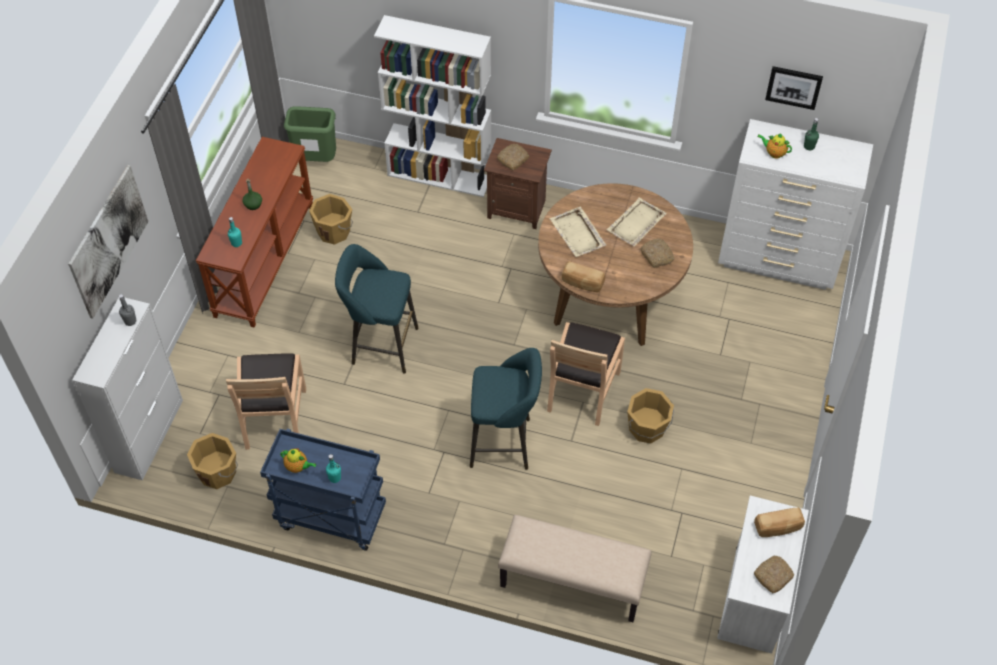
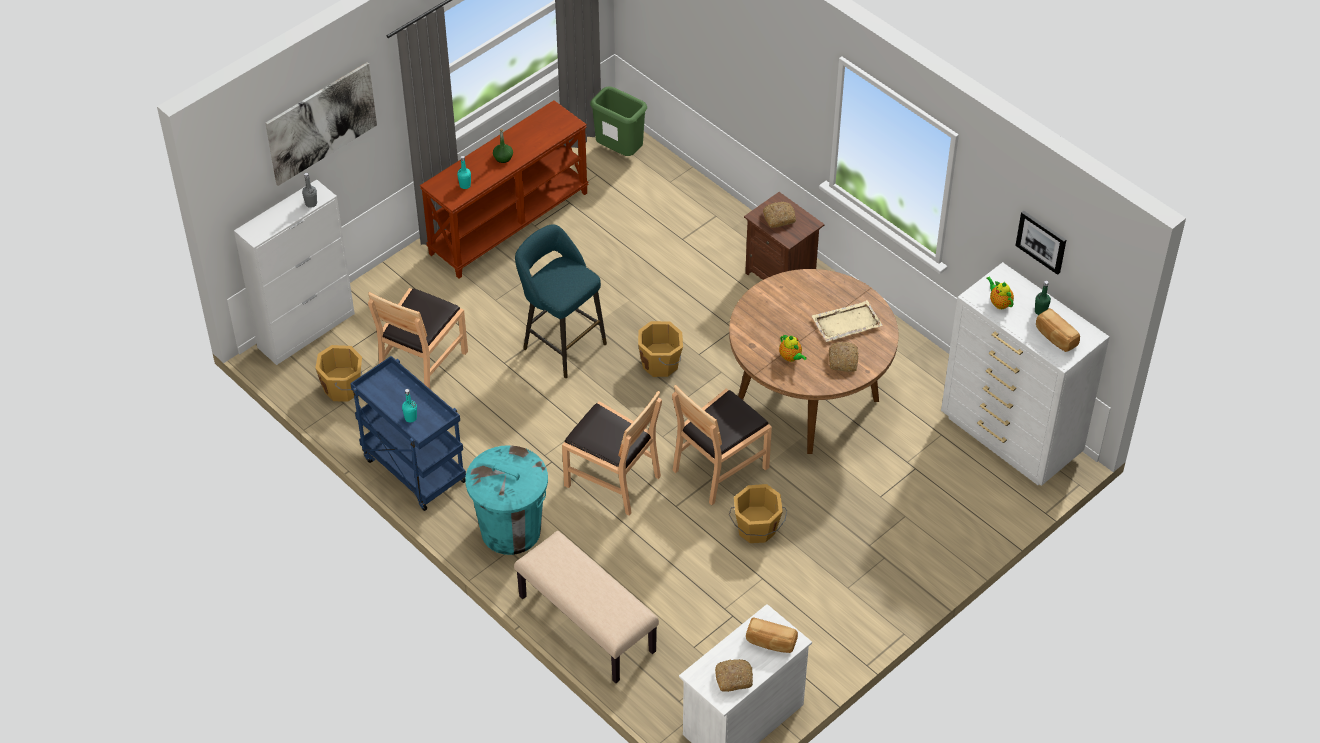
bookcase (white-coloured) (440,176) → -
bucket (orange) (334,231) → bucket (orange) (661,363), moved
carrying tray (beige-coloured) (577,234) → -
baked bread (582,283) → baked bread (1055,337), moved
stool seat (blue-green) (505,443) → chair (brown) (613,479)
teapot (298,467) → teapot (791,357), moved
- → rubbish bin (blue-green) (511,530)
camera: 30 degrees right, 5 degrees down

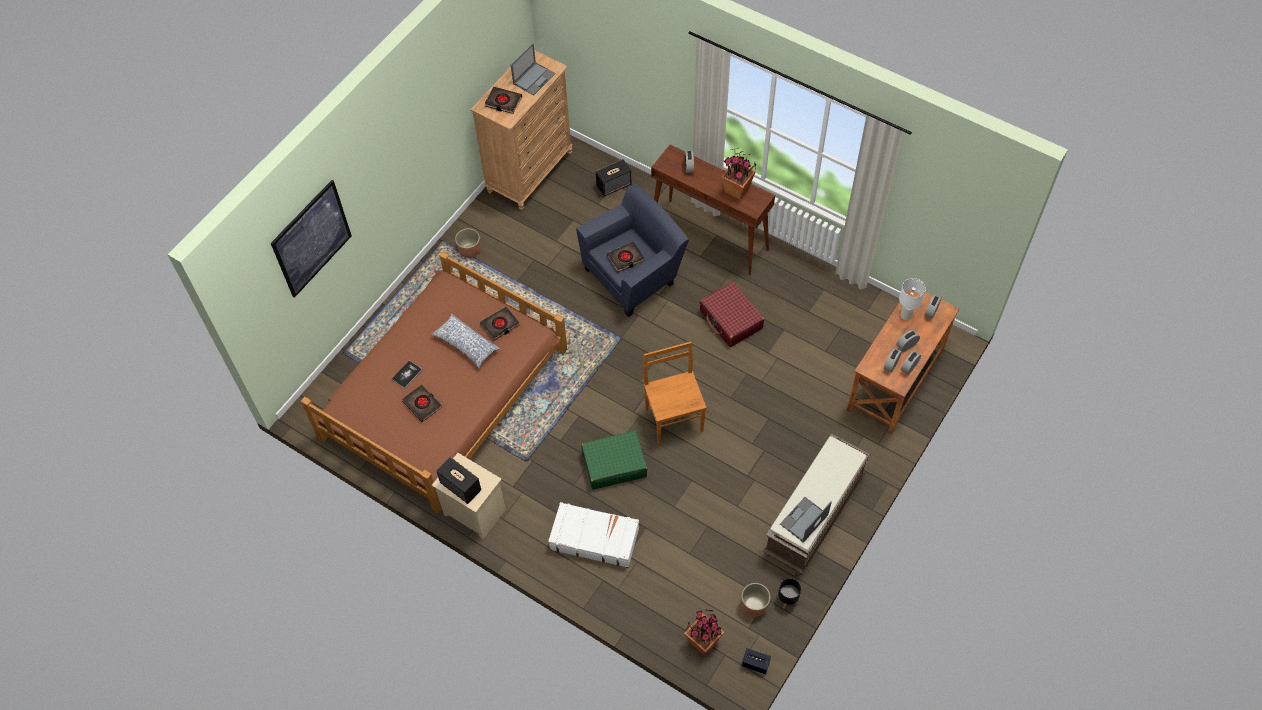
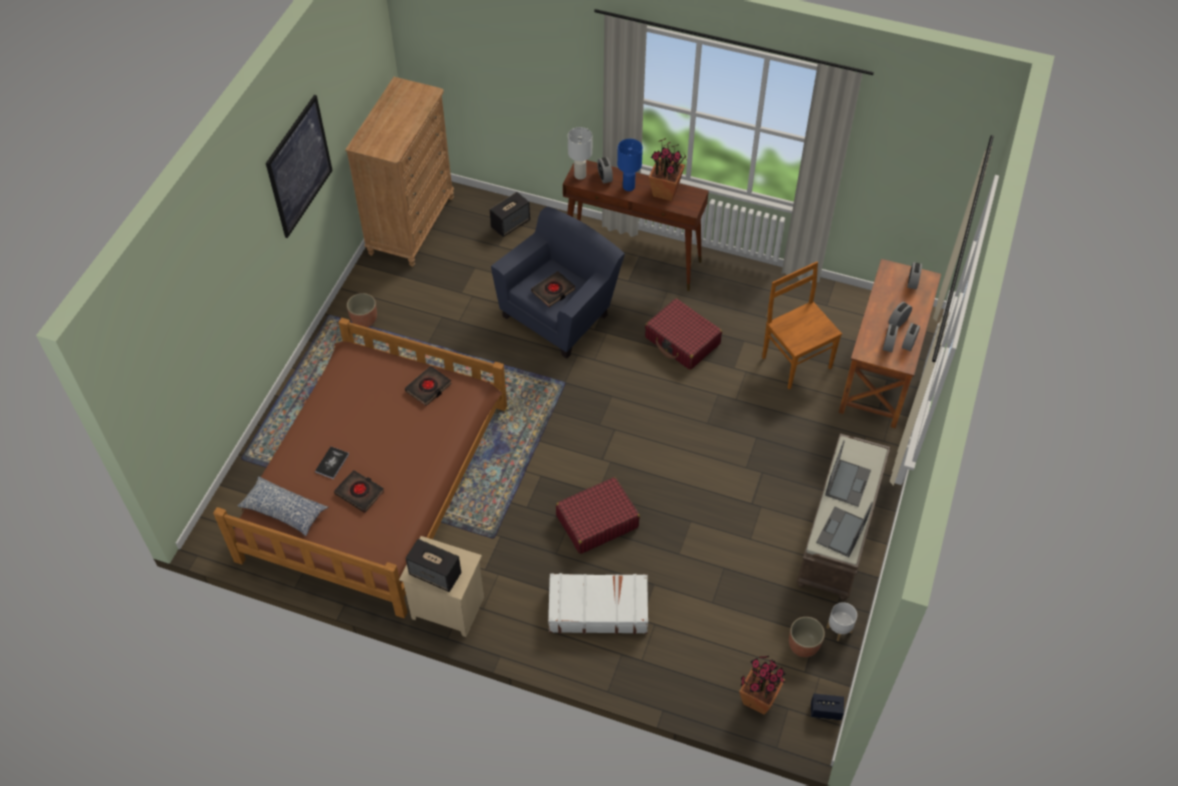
portable computer (534,78) → portable computer (847,482), moved
volume (black-coloured) (503,102) → -
wall picture (311,238) → wall picture (299,166), moved
tabletop lamp (white-coloured) (905,315) → tabletop lamp (white-coloured) (580,175), moved
throw pillow (466,345) → throw pillow (284,511), moved
chair (brown) (673,418) → chair (brown) (795,361), moved
piece of luggage (greenish) (614,464) → piece of luggage (red) (596,521)
flower pot (black-coloured) (788,599) → flower pot (white-coloured) (839,630)
- → tabletop lamp (bluish) (629,187)
camera: 15 degrees left, 5 degrees down

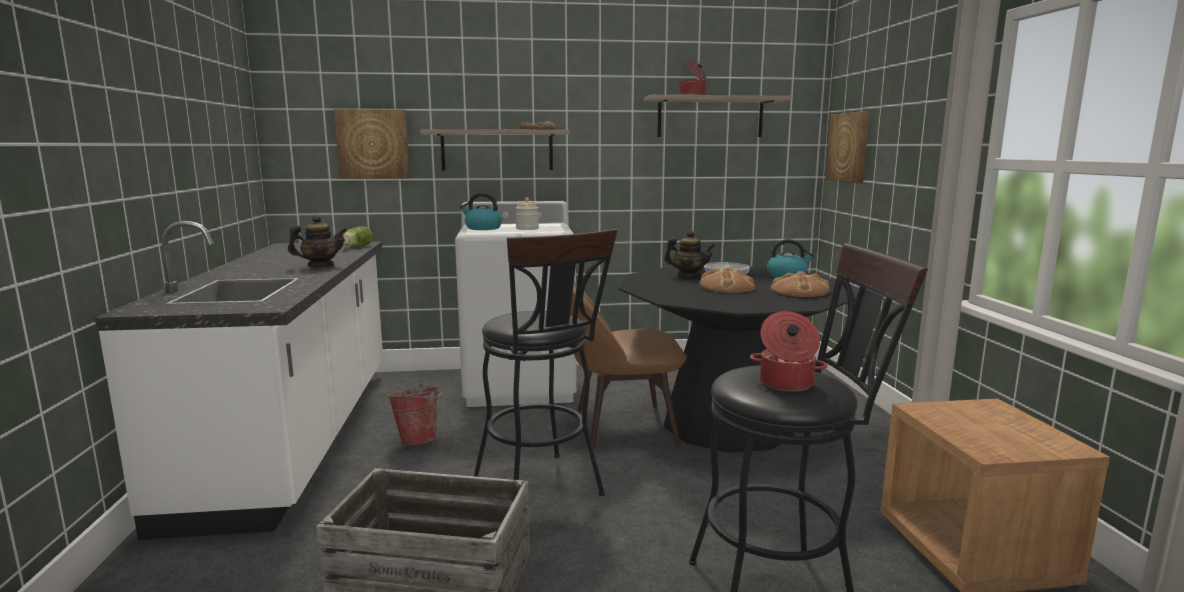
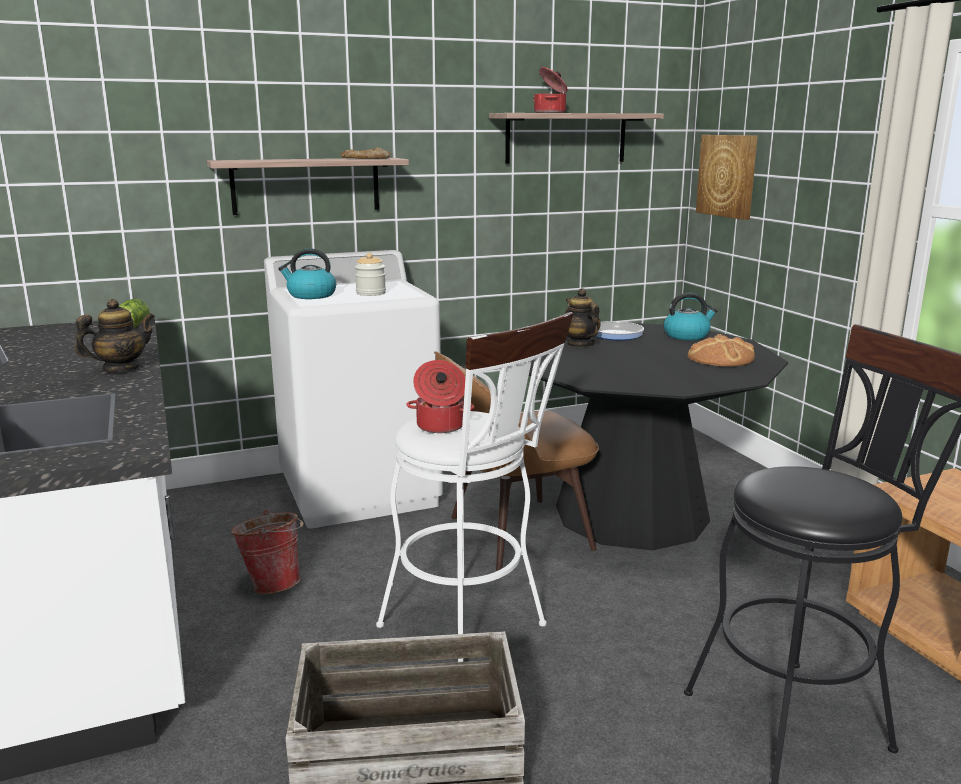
wall picture (373,144) → -
stool seat (black-coloured) (543,491) → stool seat (white-coloured) (472,630)
teapot (688,276) → teapot (579,344), 120 degrees counterclockwise
baked bread (727,287) → -
stockpot (786,384) → stockpot (440,426), moved
camera: 15 degrees left, 5 degrees up

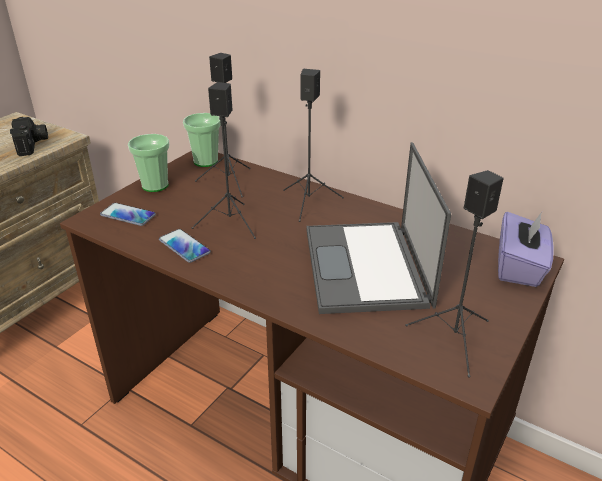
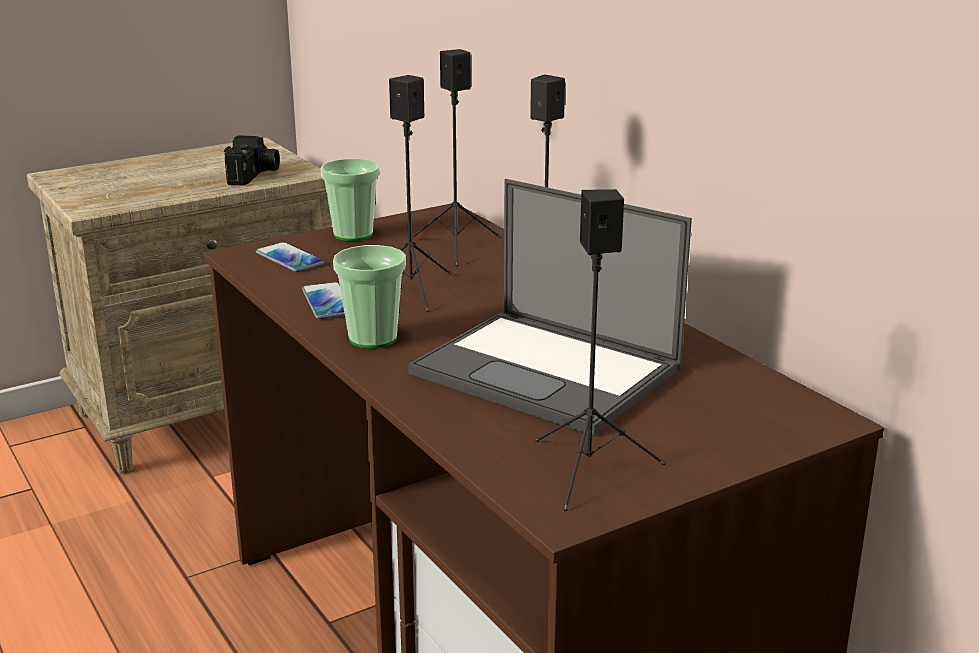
small cup (205,161) → small cup (373,338), moved
portable computer (367,267) → portable computer (549,372), 75 degrees counterclockwise
tissue holder (purplish) (519,267) → -
camera: 25 degrees right, 10 degrees down

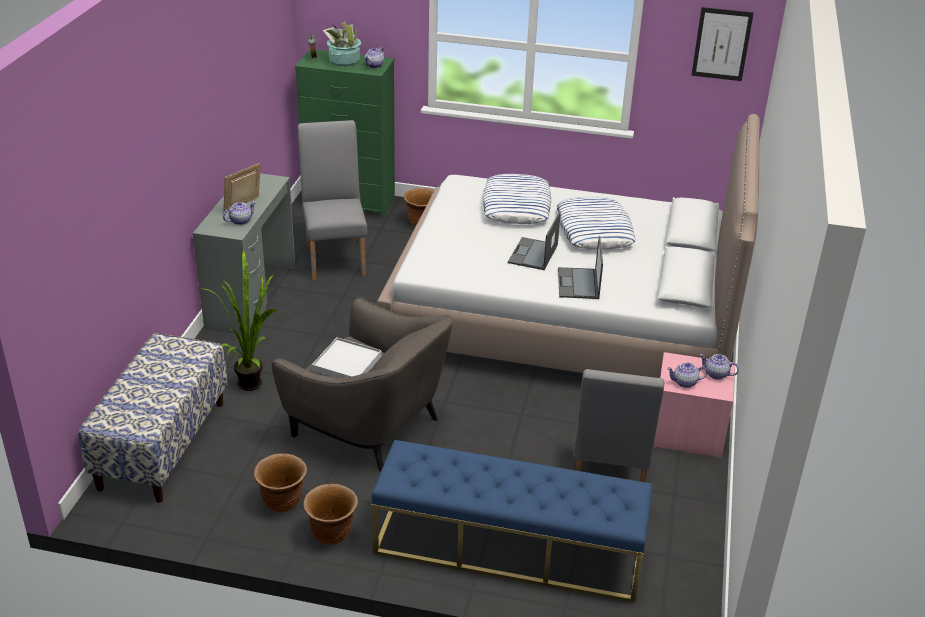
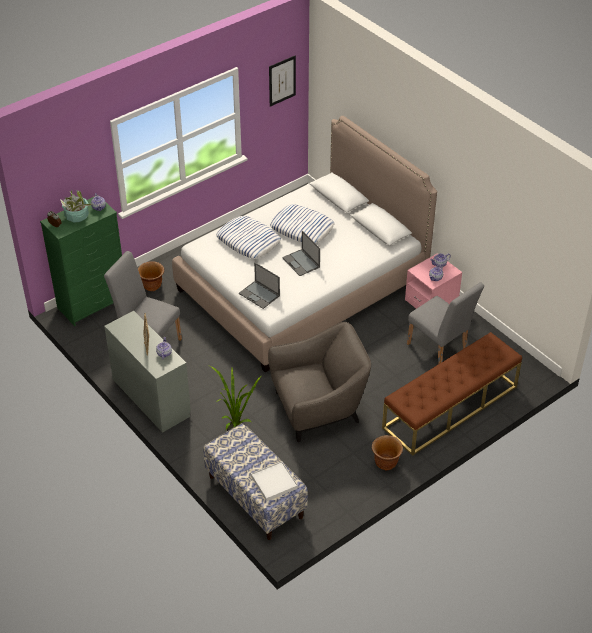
portable computer (578,284) → portable computer (259,295), moved
carrying tray (white-coloured) (347,363) → carrying tray (white-coloured) (274,482), moved
bench (bluish) (508,548) → bench (brown) (450,407)
flower pot (brown) (282,502) → -
camera: 50 degrees left, 10 degrees up

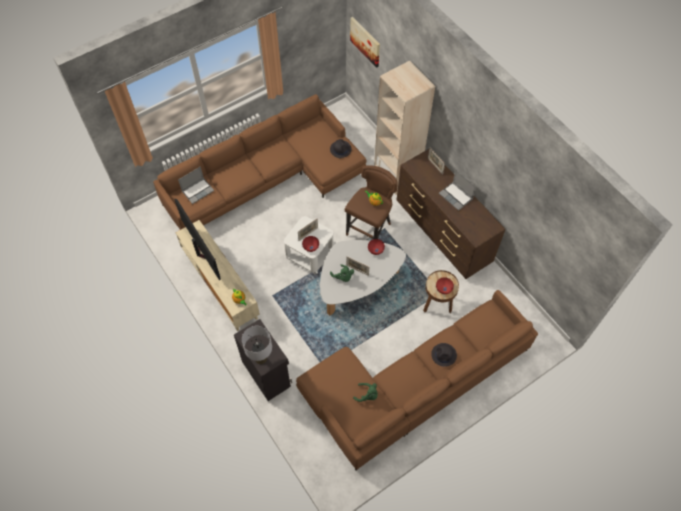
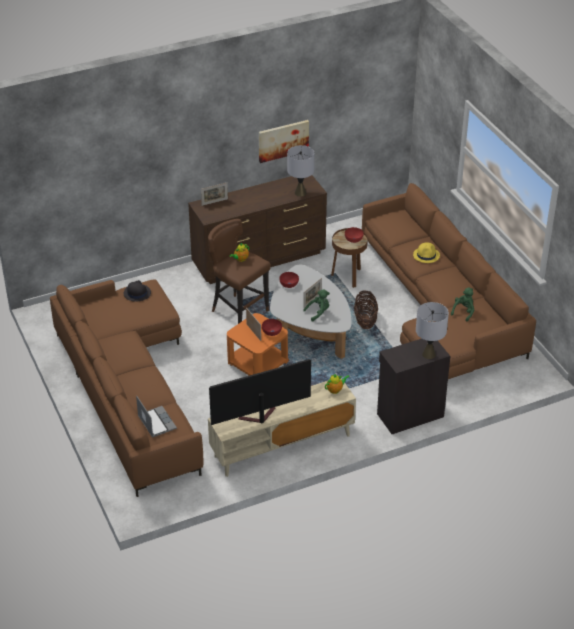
wall picture (365,41) → wall picture (283,140), moved
bookcase (beige-coloured) (397,177) → -
portable computer (456,196) → -
accent table (white-coloured) (309,254) → accent table (orange) (257,364)
wearable hat (black-coloured) (444,355) → wearable hat (yellowish) (426,255)
- → tabletop lamp (greyish) (300,193)
- → household basket (365,321)
camera: 80 degrees left, 20 degrees down

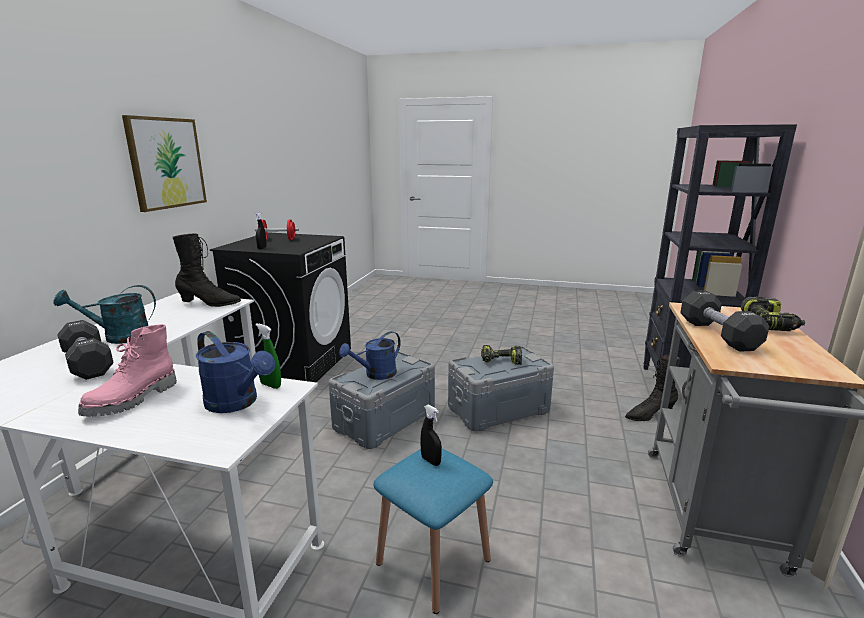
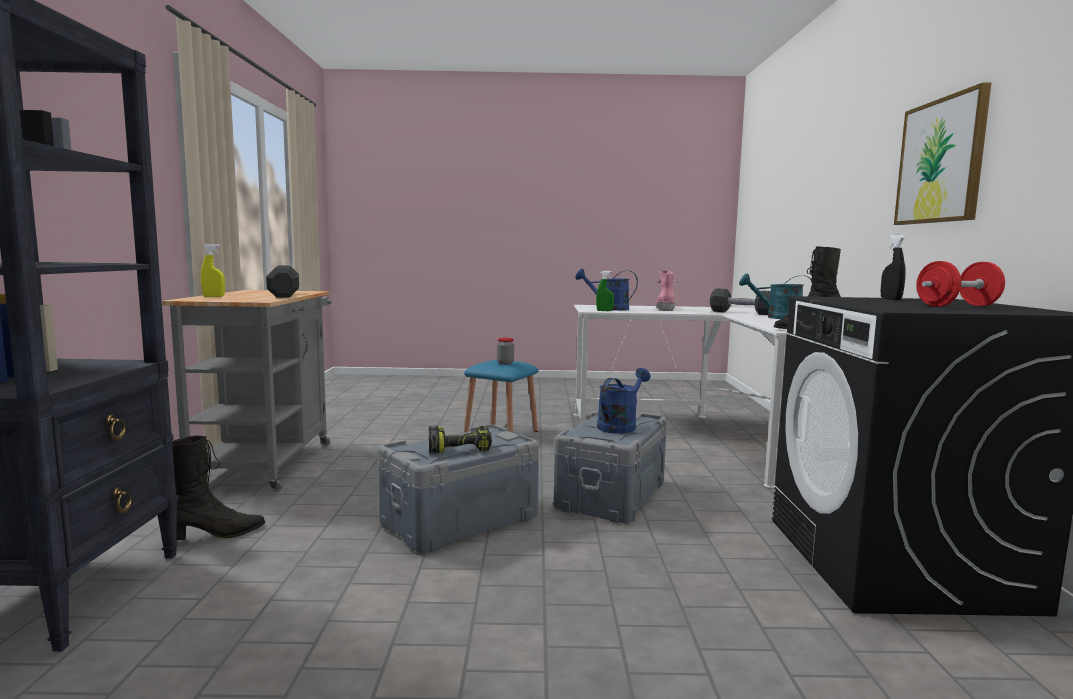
watering can (blue-green) (119,337) → watering can (blue-green) (777,317), 135 degrees counterclockwise
power drill (769,324) → hand sprayer (yellowish) (213,296)
hand sprayer (black-coloured) (430,461) → storage jar (505,363)
camera: 165 degrees right, 10 degrees down

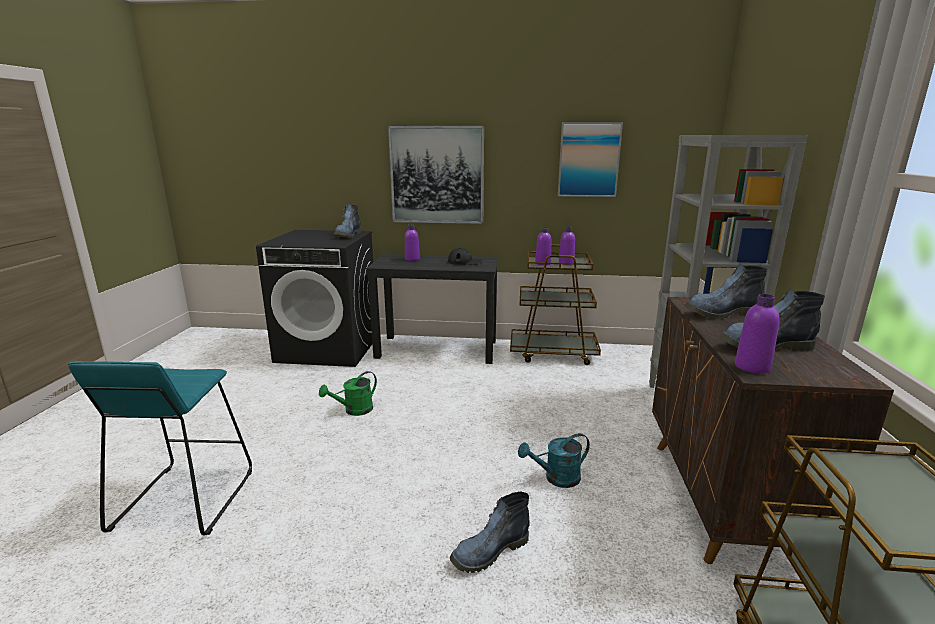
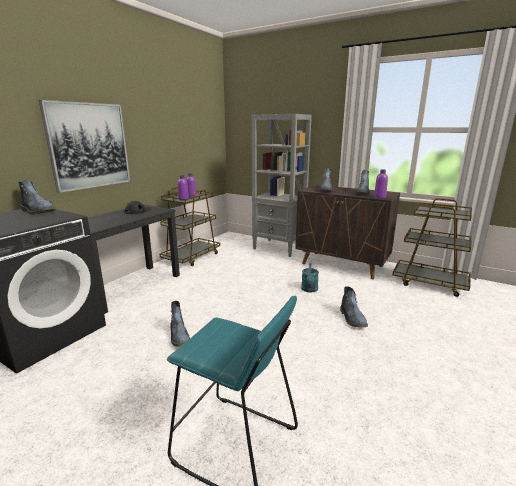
wall picture (588,160) → -
beverage bottle (purplish) (412,259) → -
watering can (greenish) (354,410) → high-top boot (180,337)
camera: 65 degrees left, 0 degrees up

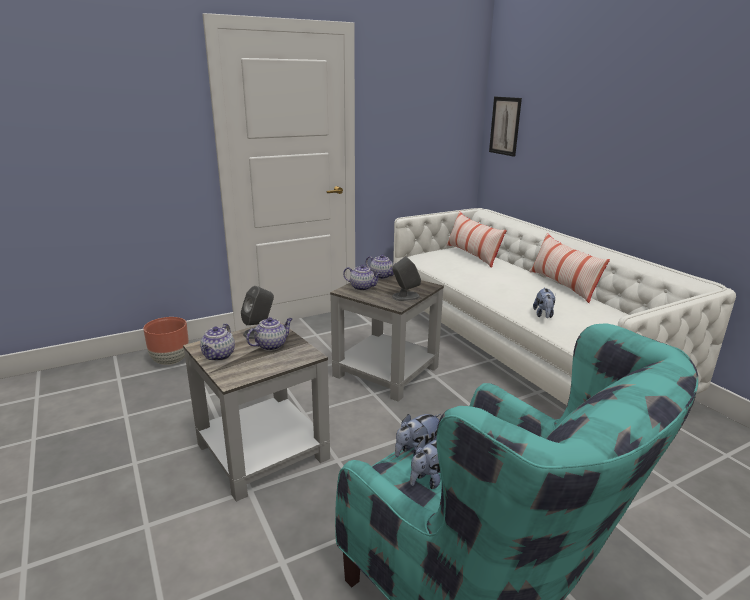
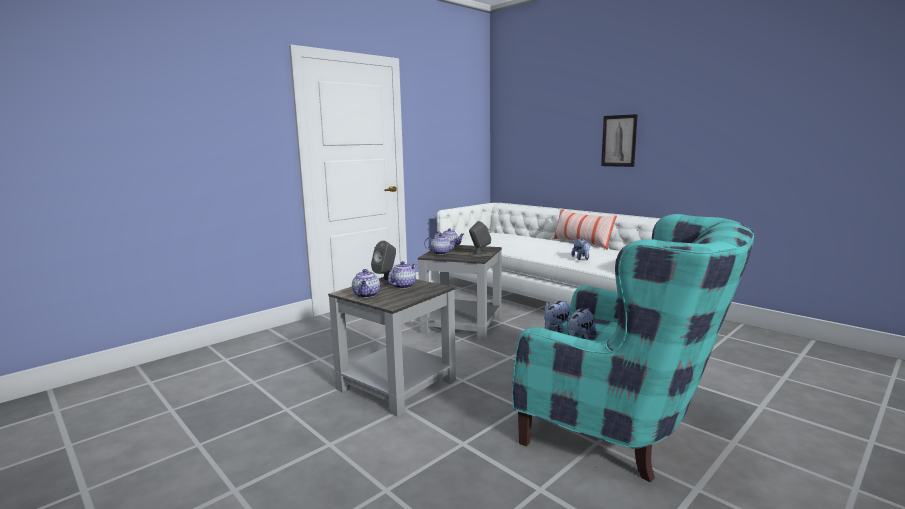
wall picture (505,126) → wall picture (619,141), moved
throw pillow (472,255) → -
flower pot (brown) (170,360) → -
camera: 15 degrees left, 10 degrees down

